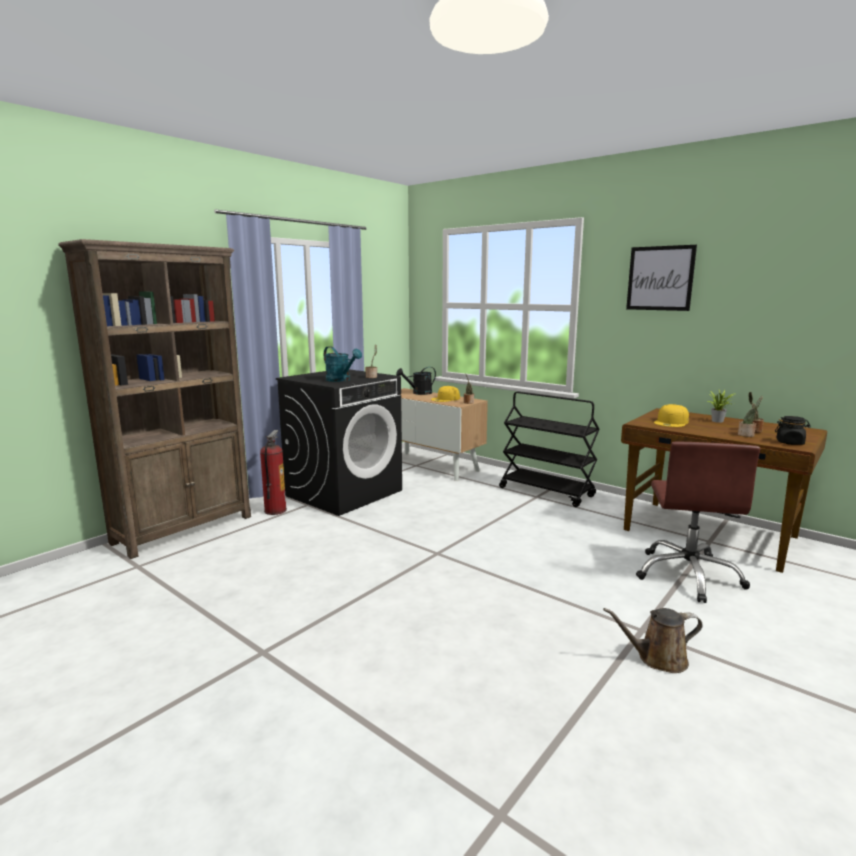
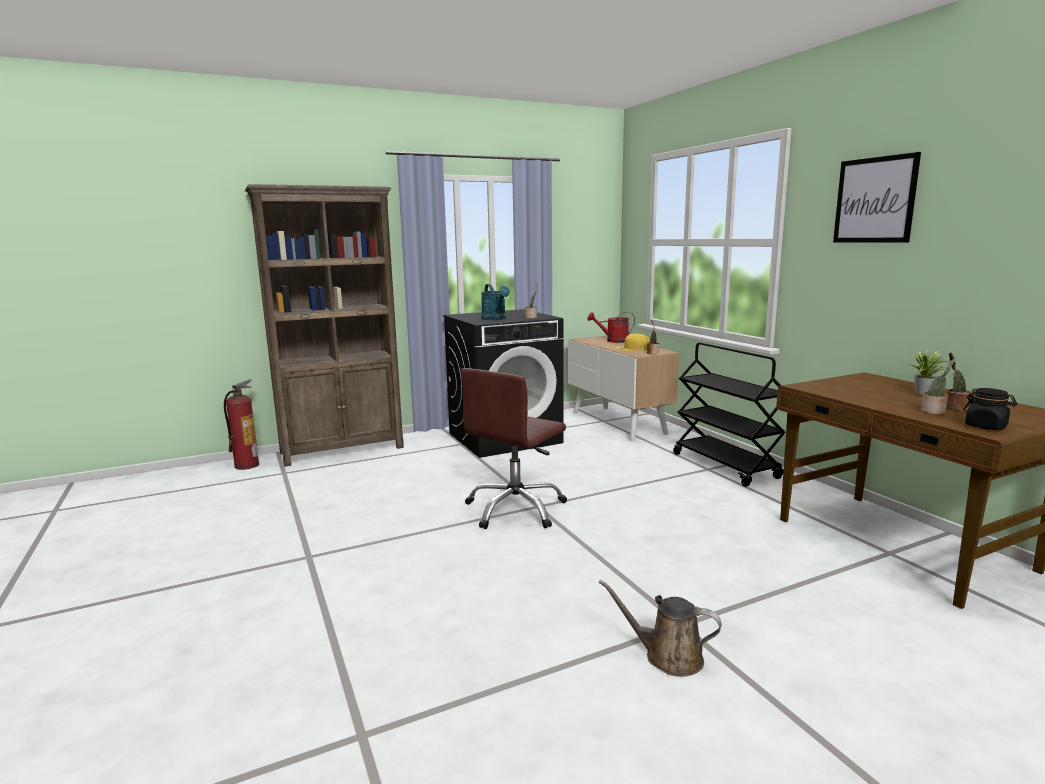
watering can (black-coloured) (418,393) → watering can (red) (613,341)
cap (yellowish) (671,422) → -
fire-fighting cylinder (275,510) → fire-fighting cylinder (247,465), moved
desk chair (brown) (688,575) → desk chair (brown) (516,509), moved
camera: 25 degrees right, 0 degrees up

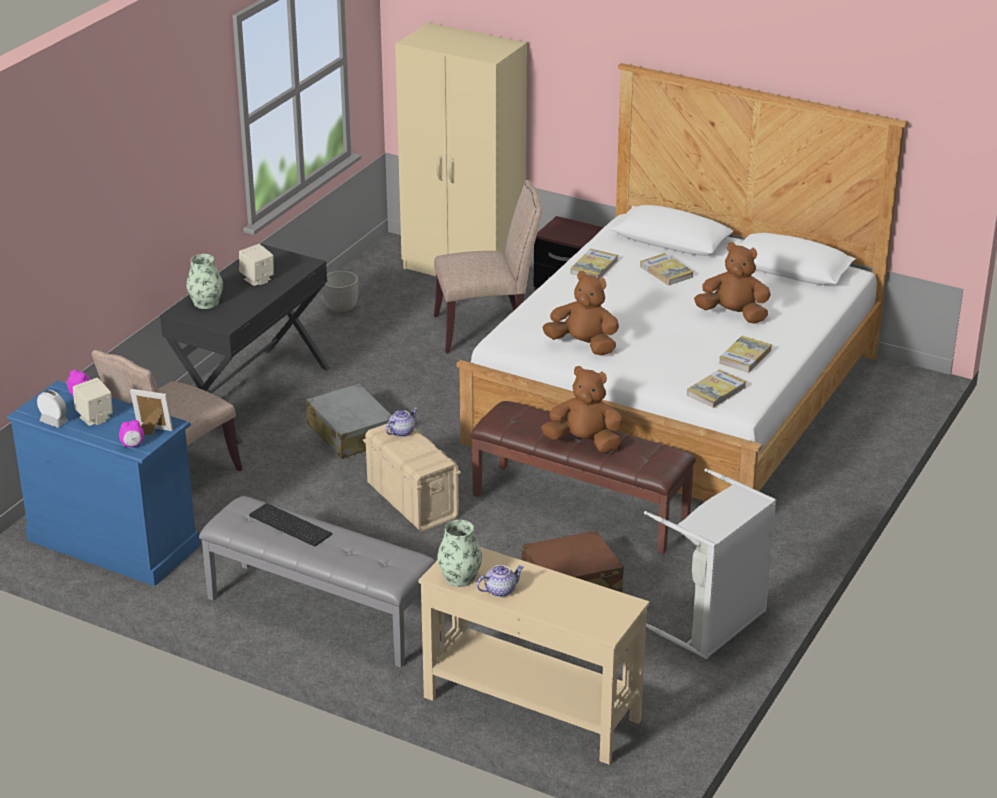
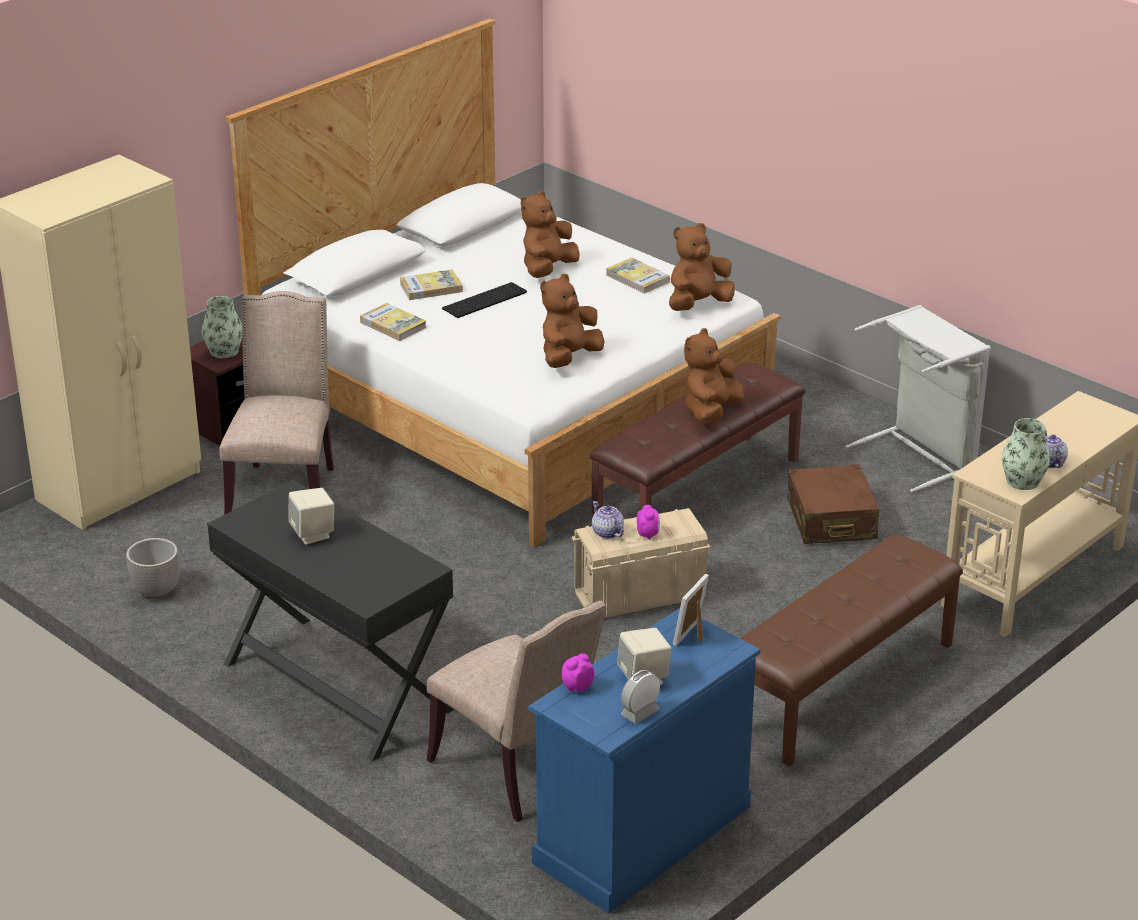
decorative vase (206,302) → decorative vase (224,351), moved
volume (716,391) → plush toy (brown) (698,304)
piece of luggage (greyish) (351,433) → -
alarm clock (132,445) → alarm clock (648,534), moved
bench (greyish) (319,614) → bench (brown) (842,687)
PC keyboard (288,525) → PC keyboard (485,301), moved
camera: 75 degrees left, 0 degrees up

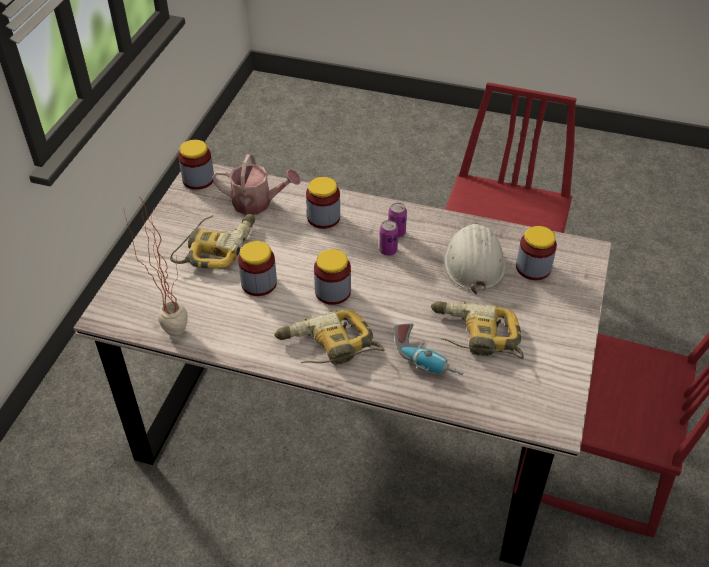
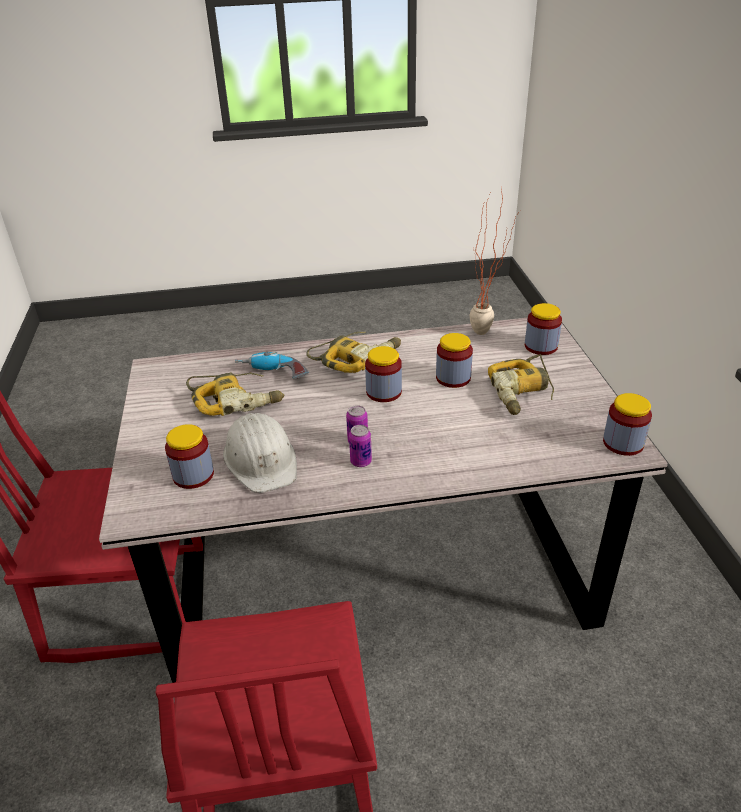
watering can (257,203) → -
storage jar (323,217) → storage jar (541,346), moved
camera: 155 degrees right, 10 degrees down

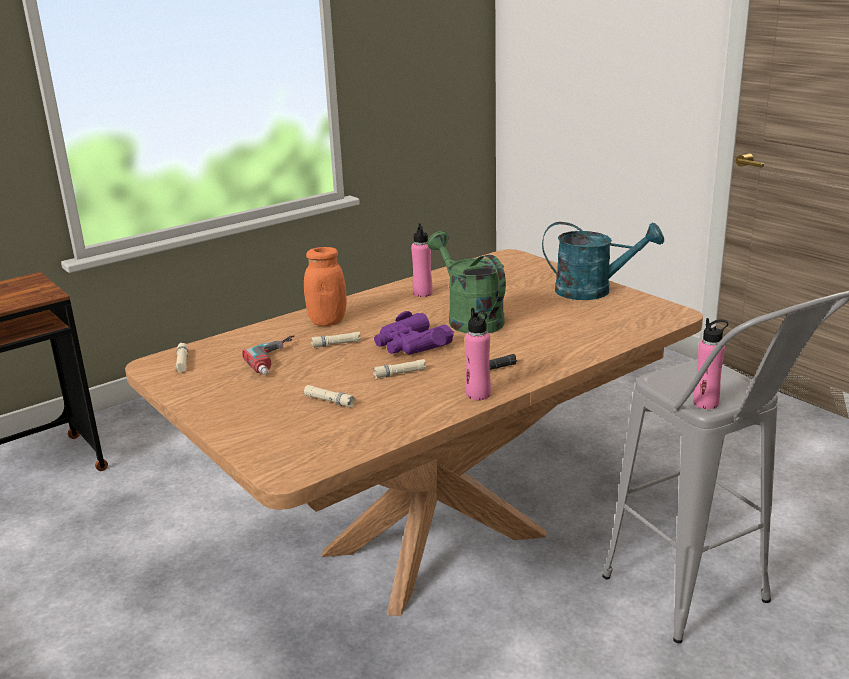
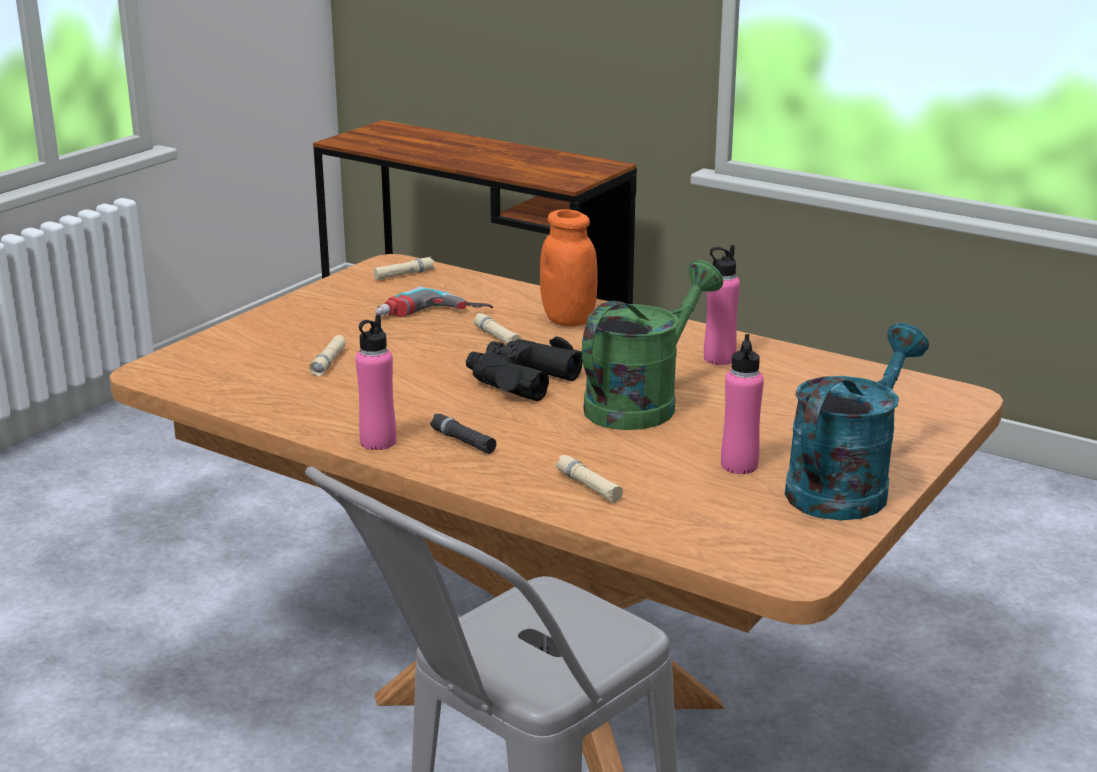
watering can (blue-green) (593,291) → watering can (blue-green) (846,485), 135 degrees counterclockwise
field glasses (purplish) (411,345) → field glasses (black-coloured) (520,379)
beverage bottle (pink) (706,403) → beverage bottle (pink) (739,465), moved
hand torch (beige-coloured) (400,373) → hand torch (beige-coloured) (588,486), moved
camera: 70 degrees right, 0 degrees up

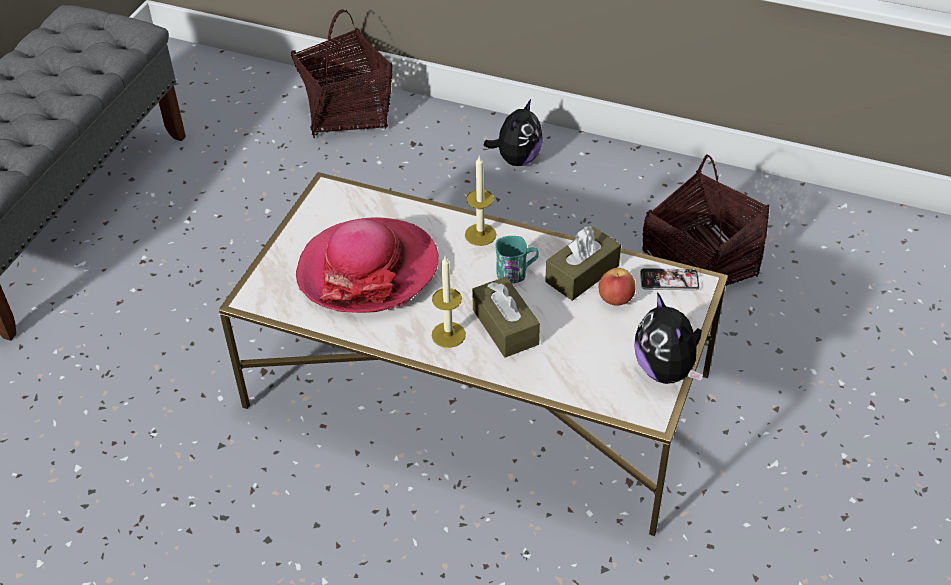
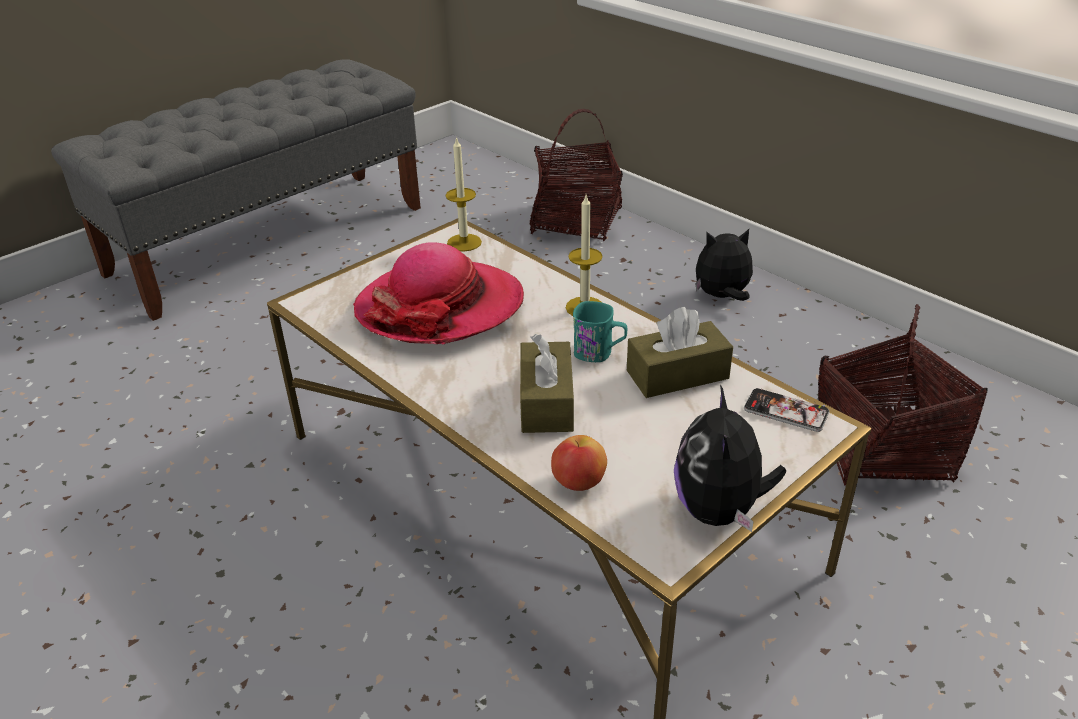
plush toy (517,159) → plush toy (722,296), 150 degrees counterclockwise
wax light (448,334) → wax light (464,242), moved
apple fruit (616,299) → apple fruit (578,482), moved
camera: 25 degrees right, 10 degrees down

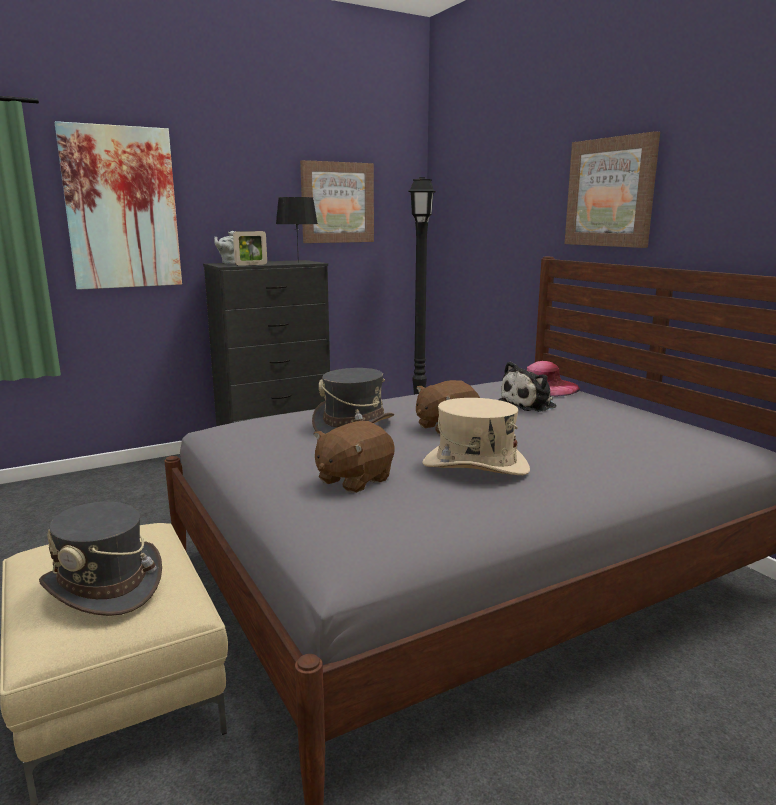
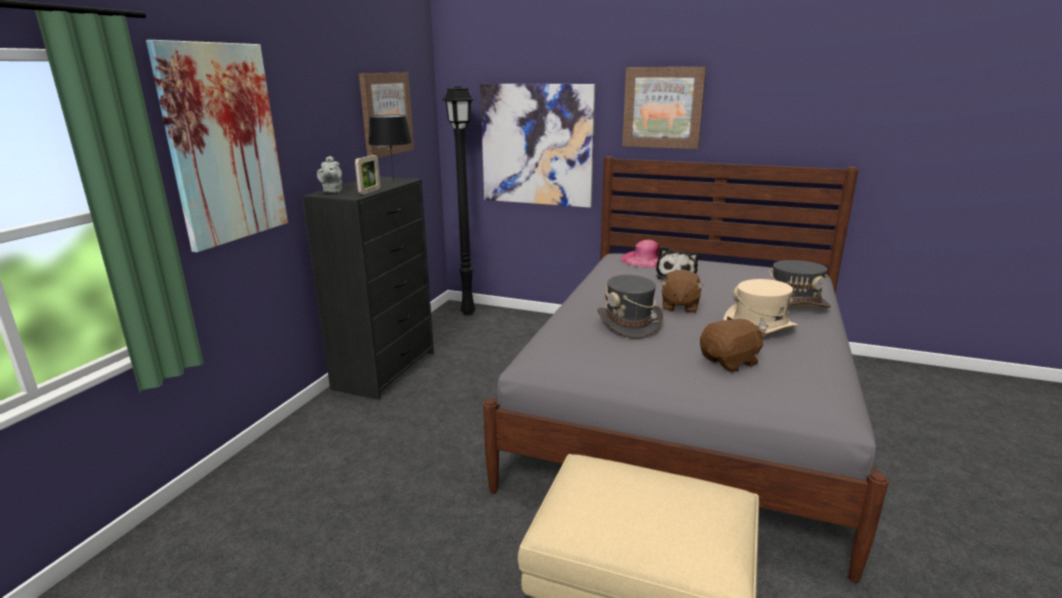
plush toy (brown) (353,480) → plush toy (brown) (730,362), 120 degrees counterclockwise
wearable hat (greyish) (105,586) → wearable hat (greyish) (793,304), moved
- → wall picture (537,145)
camera: 40 degrees left, 5 degrees up

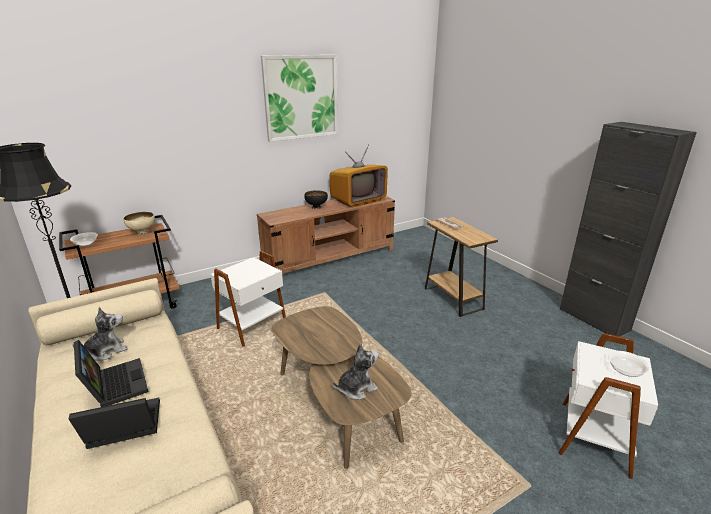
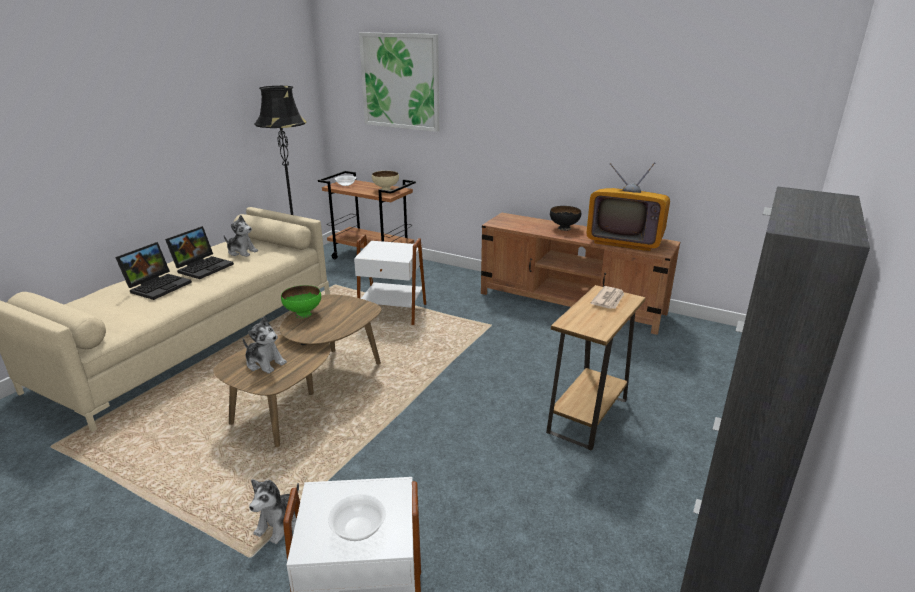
wall picture (301,97) → wall picture (400,81), moved
portable computer (122,429) → portable computer (158,286), 75 degrees clockwise
- → deep dish (greenish) (303,314)
- → plush toy (280,523)
camera: 60 degrees right, 0 degrees up

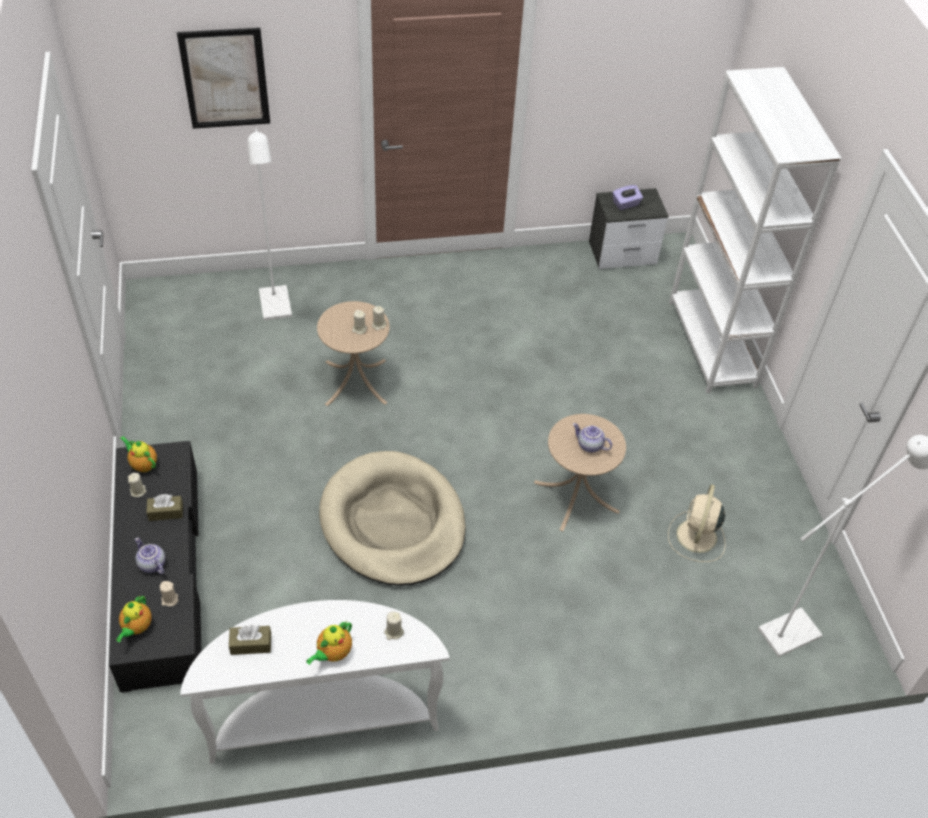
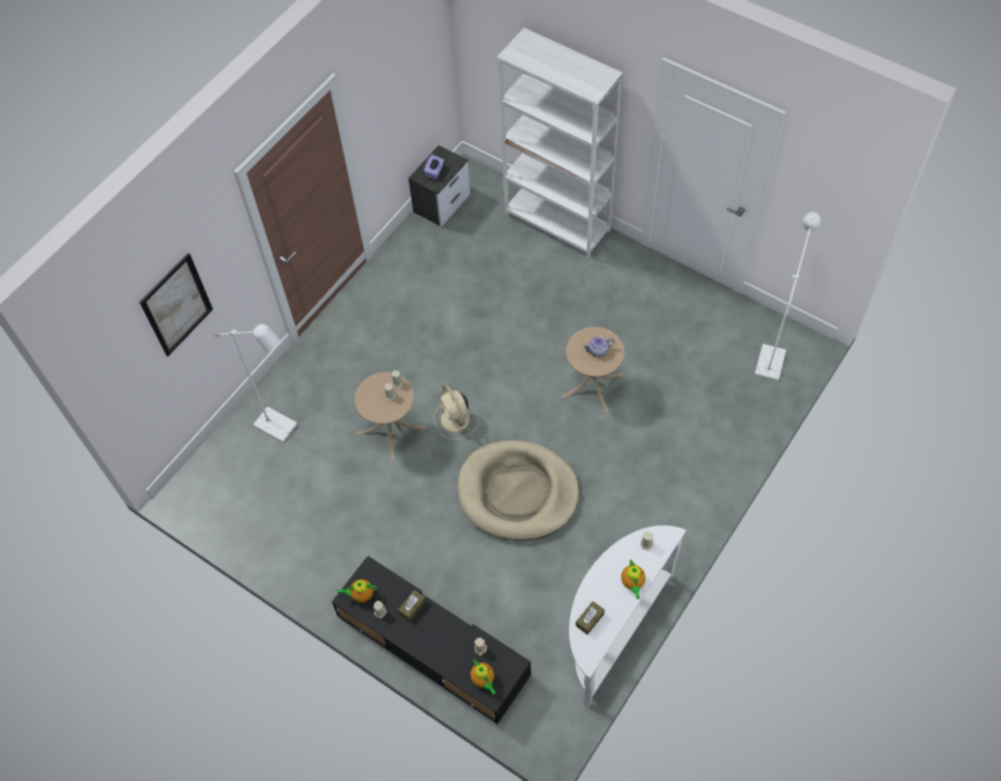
cooling fan (beige-coloured) (696,537) → cooling fan (beige-coloured) (456,420), moved
teapot (151,564) → -
camera: 40 degrees left, 10 degrees up

